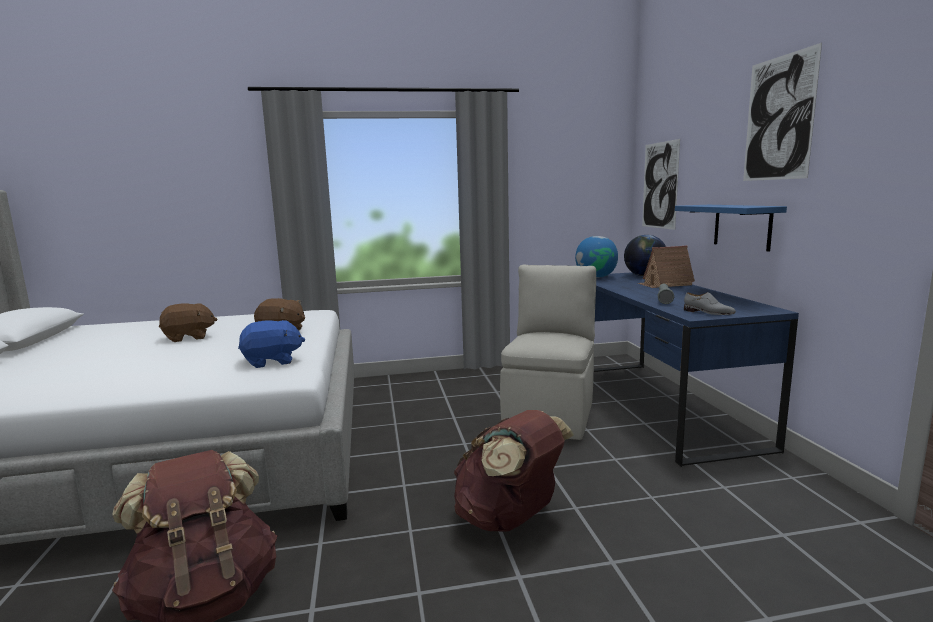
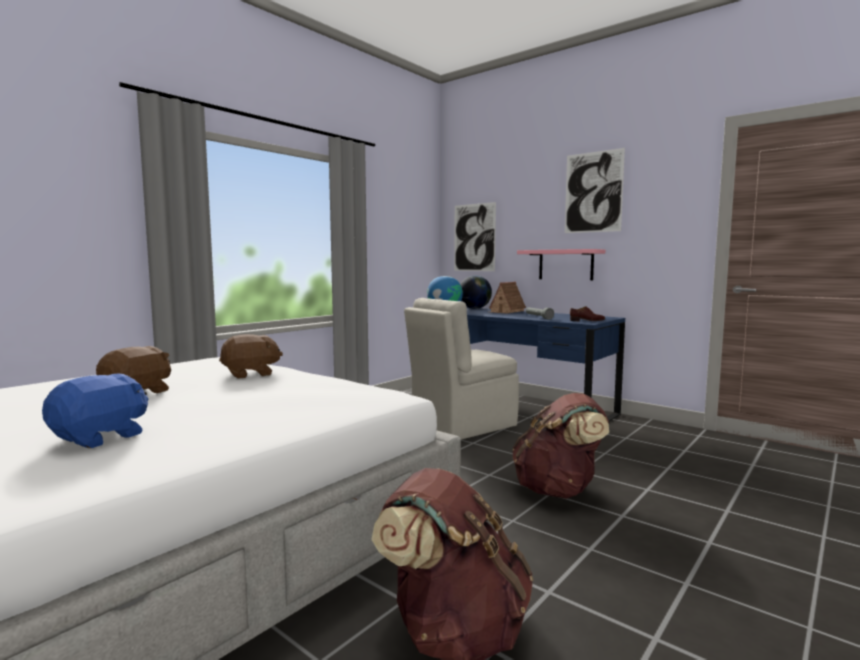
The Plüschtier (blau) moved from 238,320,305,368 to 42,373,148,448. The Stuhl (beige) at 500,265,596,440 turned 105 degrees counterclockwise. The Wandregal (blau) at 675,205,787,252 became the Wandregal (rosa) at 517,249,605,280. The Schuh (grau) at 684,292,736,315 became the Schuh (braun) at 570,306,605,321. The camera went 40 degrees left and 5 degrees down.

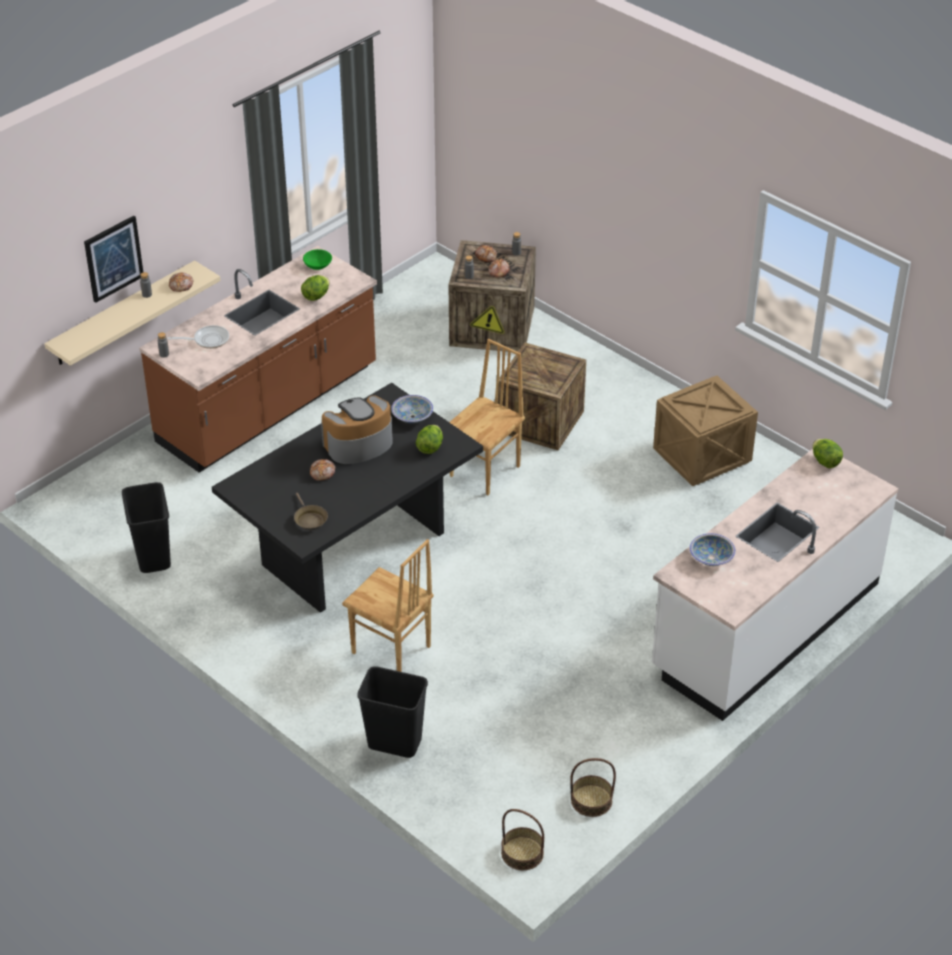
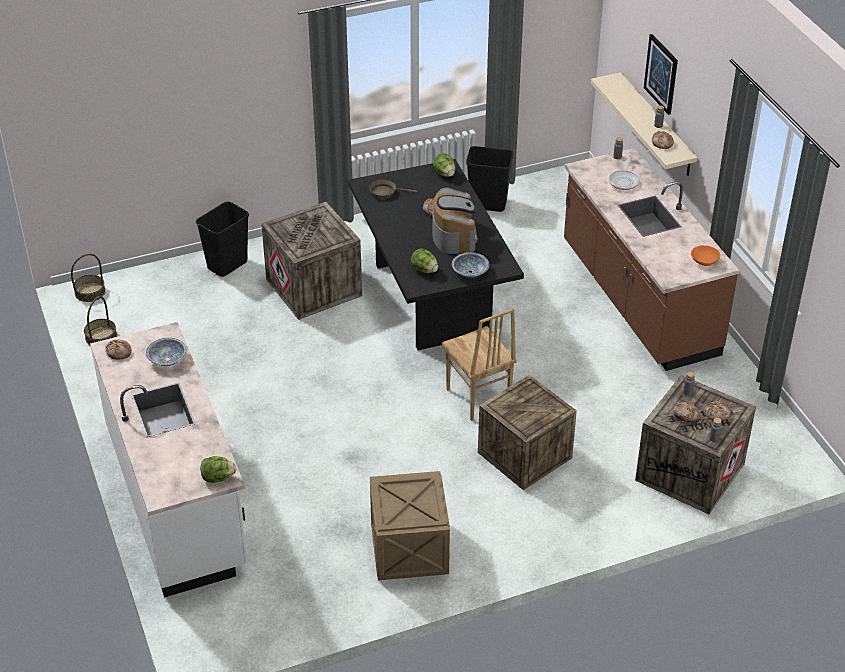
The Salatkopf moved from 301,275,329,301 to 433,153,456,177. The Schüssel (grün) at 303,249,332,270 became the Schüssel (orange) at 691,245,720,266. The Stuhl (braun) at 342,539,434,672 was replaced by the Kiste at 261,202,362,320. The Brot at 106,339,132,360 appeared. The camera went 115 degrees right and 0 degrees up.

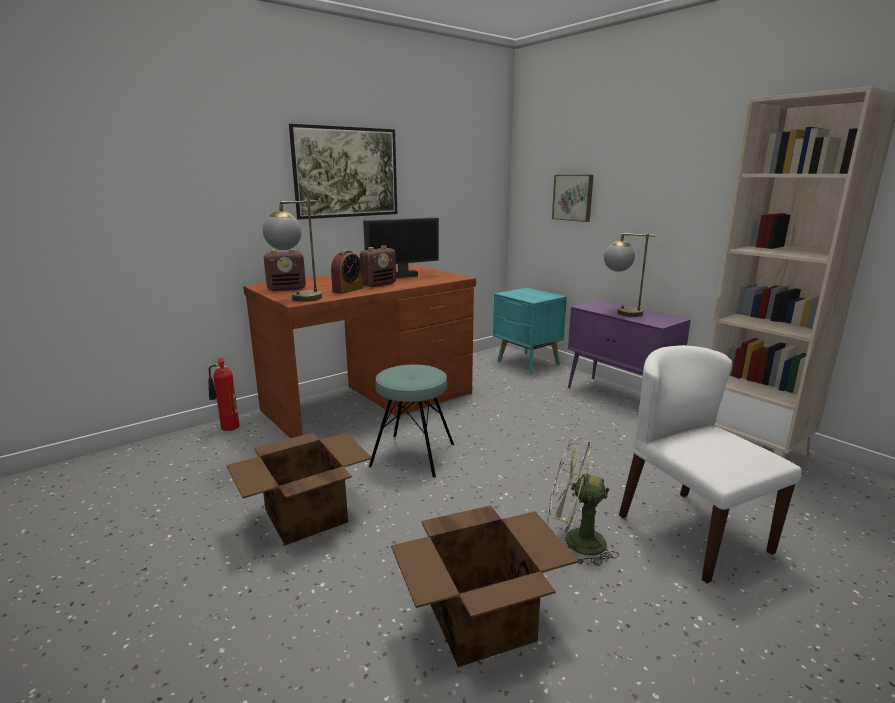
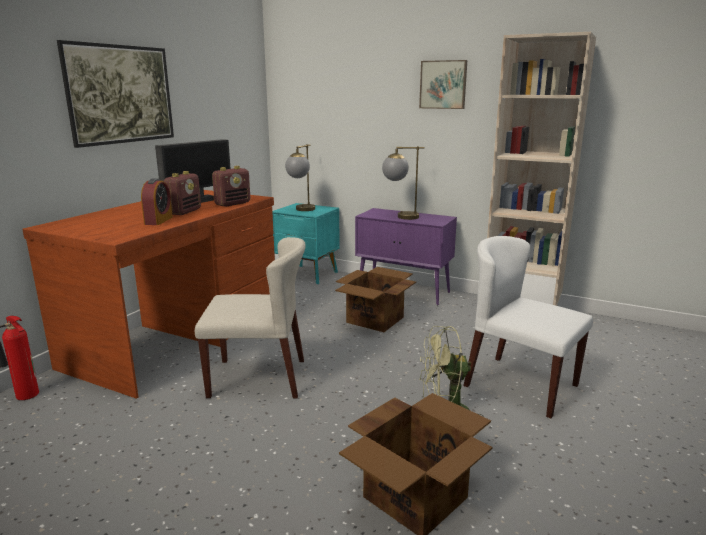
The Karton moved from 227,433,372,545 to 335,267,416,332. The Tischlampe moved from 263,200,322,301 to 285,144,315,211. The Radio moved from 264,249,306,291 to 212,166,250,207. The Hocker (türkis) at 369,365,454,478 was replaced by the Stuhl (beige) at 195,237,306,398. The Bild moved from 552,175,594,222 to 419,60,467,109. The camera went 25 degrees left and 0 degrees up.

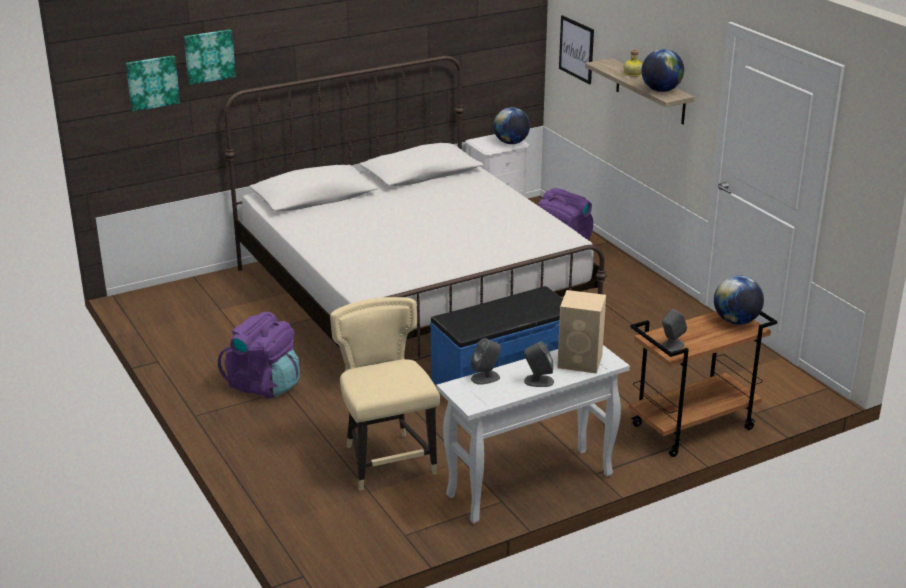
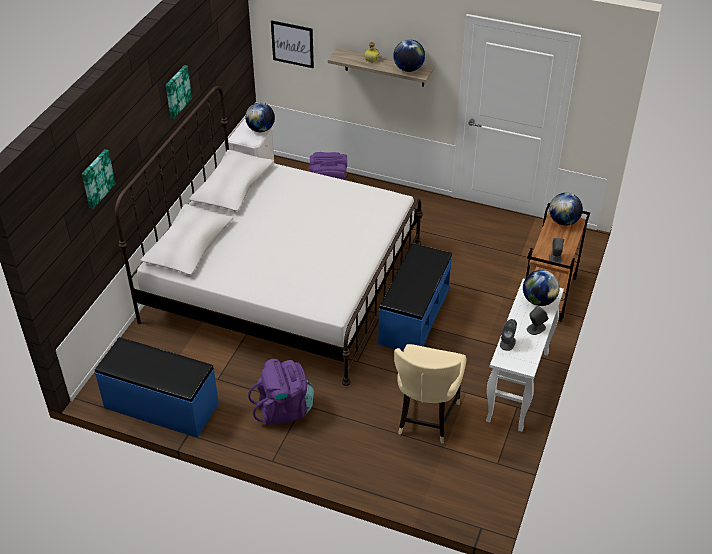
The Bild moved from 126,55,180,112 to 166,65,192,119. The Stuhl (beige) at 330,297,440,491 turned 105 degrees counterclockwise. The Lautsprecher (beige) at 557,290,606,374 was replaced by the Globus at 523,270,560,306. The Bank (blau) at 95,337,219,438 appeared. The camera went 40 degrees left and 15 degrees up.

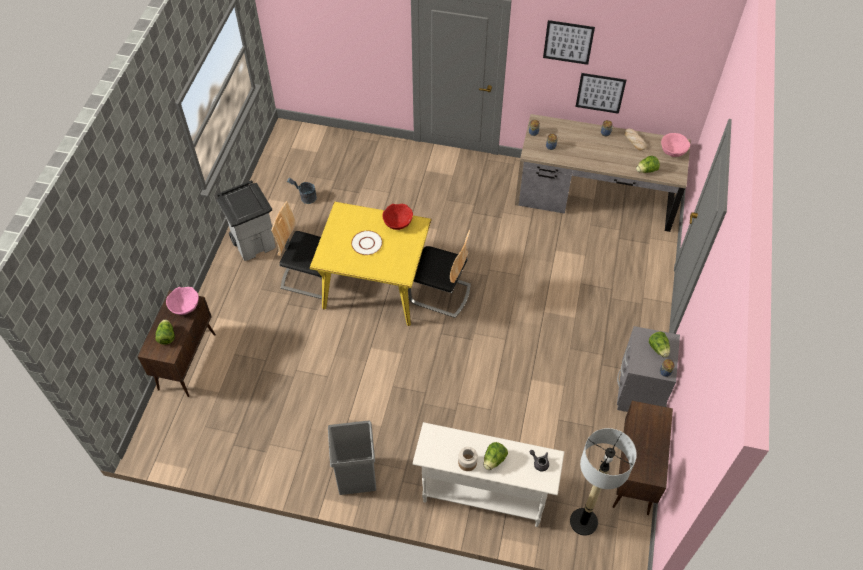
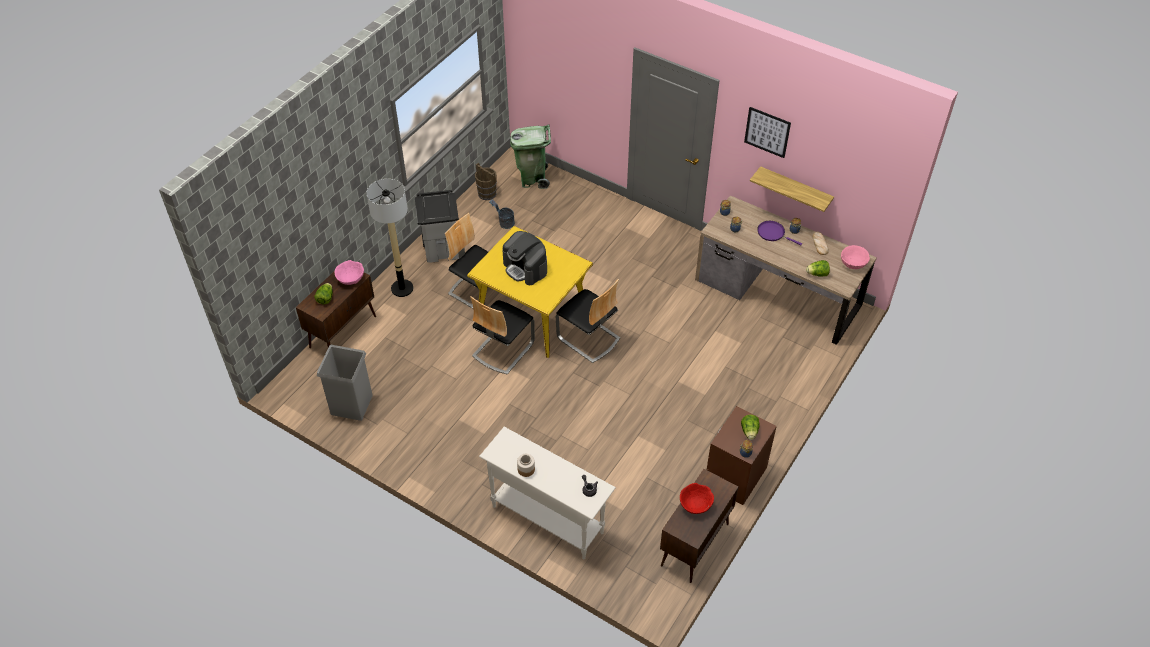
The Mülleimer (grau) moved from 328,421,376,495 to 317,345,373,421. The Teller (weiß) at 351,230,383,255 was replaced by the Kaffeemaschine at 502,231,547,285. The Schüssel (rot) moved from 382,204,413,230 to 680,483,714,514. The Salatkopf at 484,442,508,470 disappeared. The Stehlampe moved from 570,428,637,536 to 366,179,413,297. The Bild at 576,73,626,114 was replaced by the Wandregal at 750,166,834,212. The Nachttisch (grau) at 617,326,680,412 became the Nachttisch (braun) at 707,406,777,505. The Stuhl at 470,296,535,374 appeared. The Eimer (braun) at 475,162,497,200 appeared. The Mülleimer (grün) at 510,124,551,189 appeared. The Pfanne (lila) at 757,221,802,245 appeared. The camera went 20 degrees right and 5 degrees down.

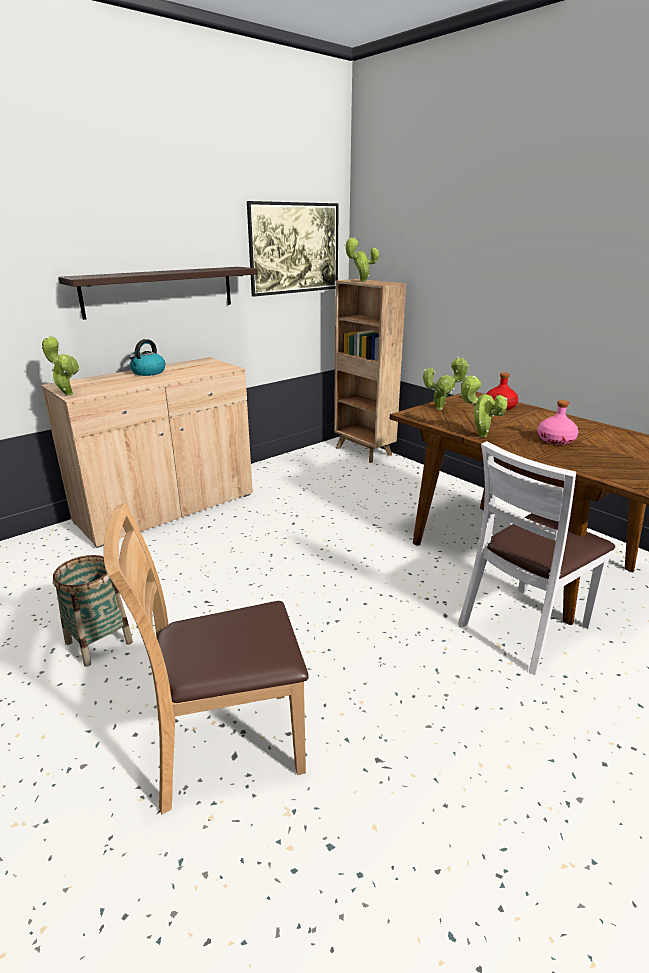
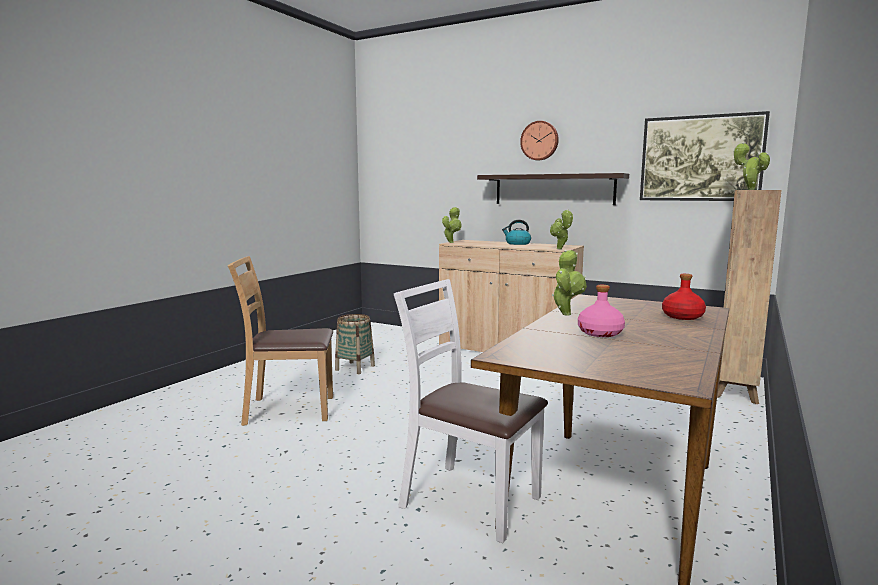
The Stuhl (braun) at 103,503,309,814 turned 60 degrees counterclockwise. The Topfpflanze moved from 423,357,470,410 to 550,209,573,249. The Wanduhr at 520,121,559,160 appeared. The camera went 70 degrees right and 15 degrees down.

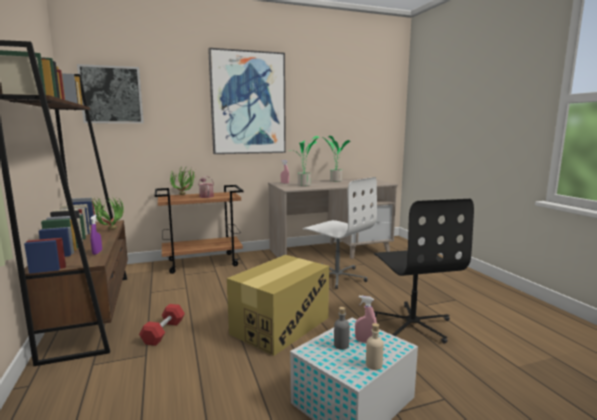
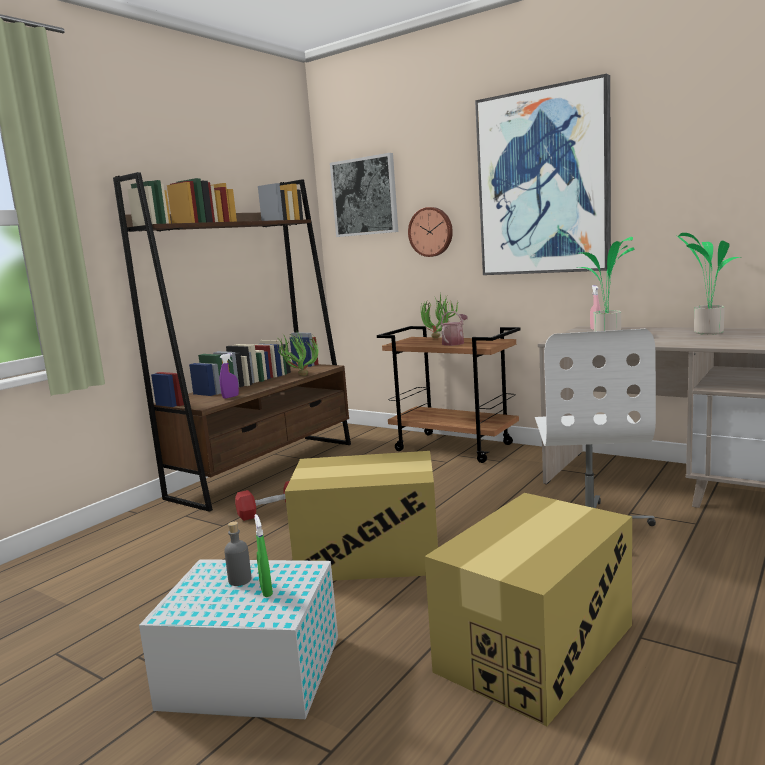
The Sprühflasche (rosa) at 355,296,377,343 became the Sprühflasche (grün) at 254,514,273,597. The Flasche (beige) at 366,323,384,370 disappeared. The Bürostuhl (schwarz) at 374,199,474,344 was replaced by the Karton at 425,493,632,726. The Wanduhr at 408,207,453,257 appeared. The camera went 55 degrees right and 0 degrees up.

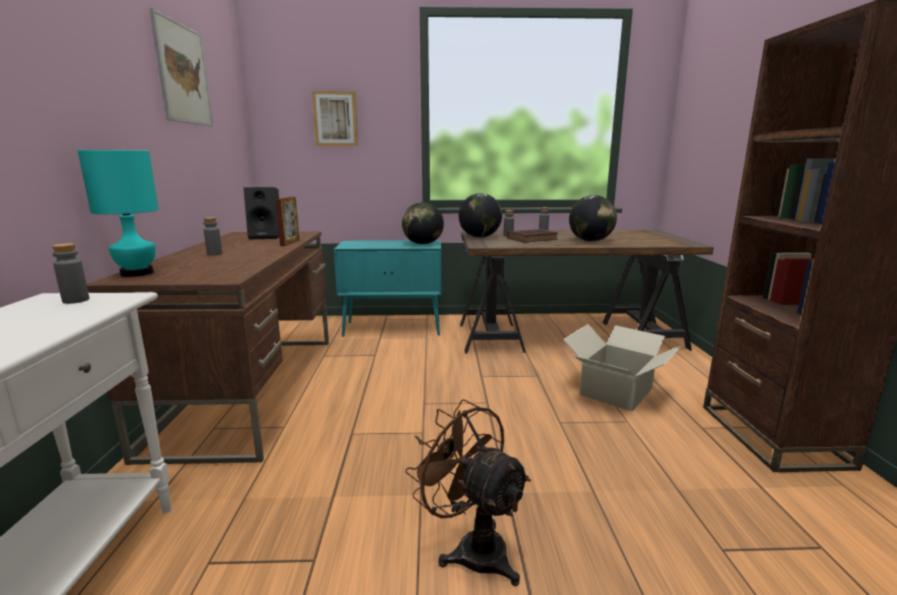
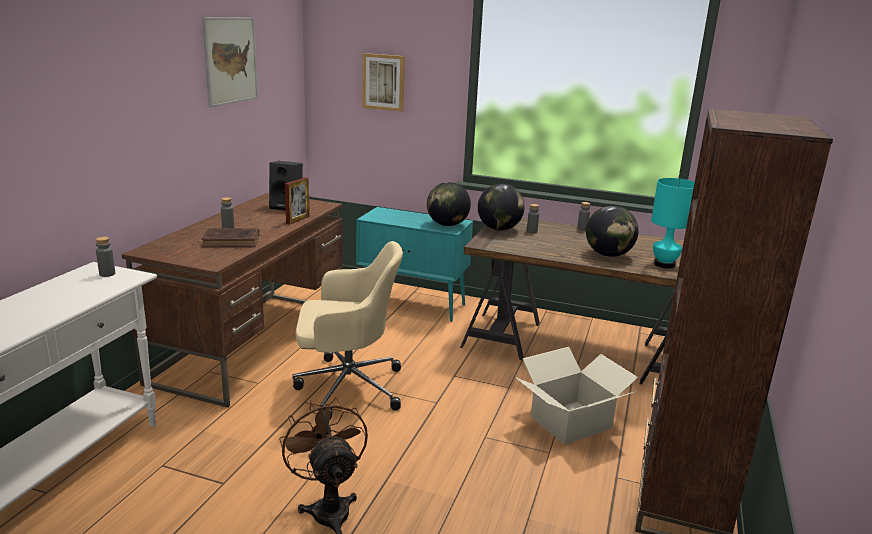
The Tischlampe (türkis) moved from 78,150,159,277 to 651,178,695,269. The Buch (braun) moved from 507,229,558,243 to 201,228,259,247. The Bürostuhl (beige) at 293,241,403,419 appeared. The camera went 20 degrees right and 5 degrees up.

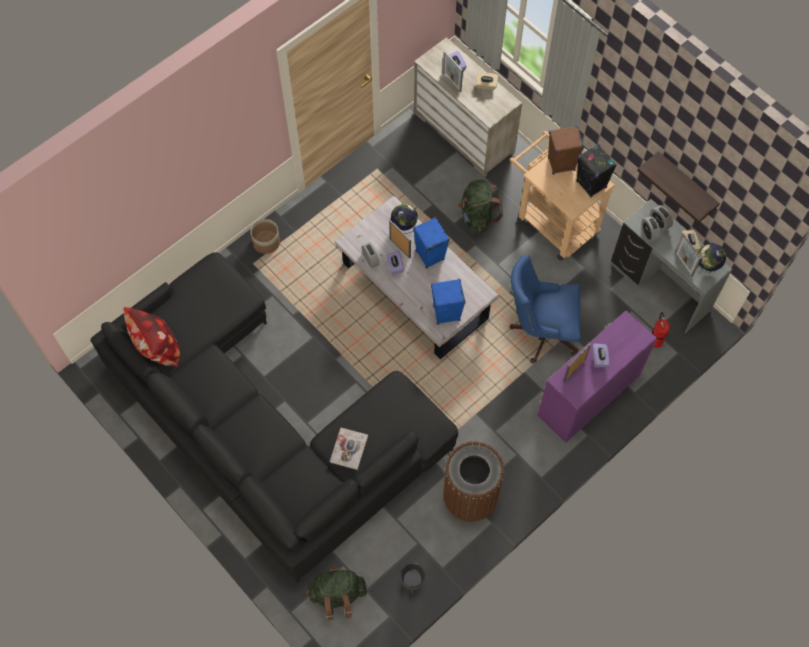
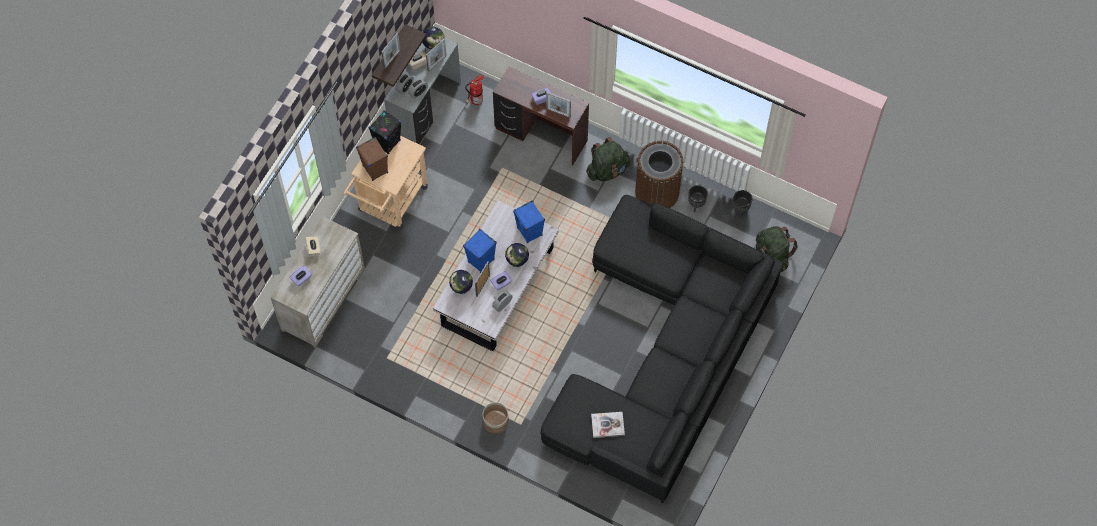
The Kissen at 124,307,181,366 disappeared. The Buch moved from 330,428,368,470 to 591,412,625,438. The Bilderrahmen moved from 443,51,463,92 to 381,33,400,69. The Rucksack (grün) moved from 458,180,504,234 to 586,137,630,182. The Bürostuhl (blau) at 509,255,581,363 disappeared. The Schreibtisch (lila) at 537,310,657,443 became the Schreibtisch (braun) at 493,67,589,166. The Globus at 505,243,529,267 appeared. The Pflanzkübel (schwarz) at 688,185,708,212 appeared. The camera went 110 degrees left and 0 degrees up.

